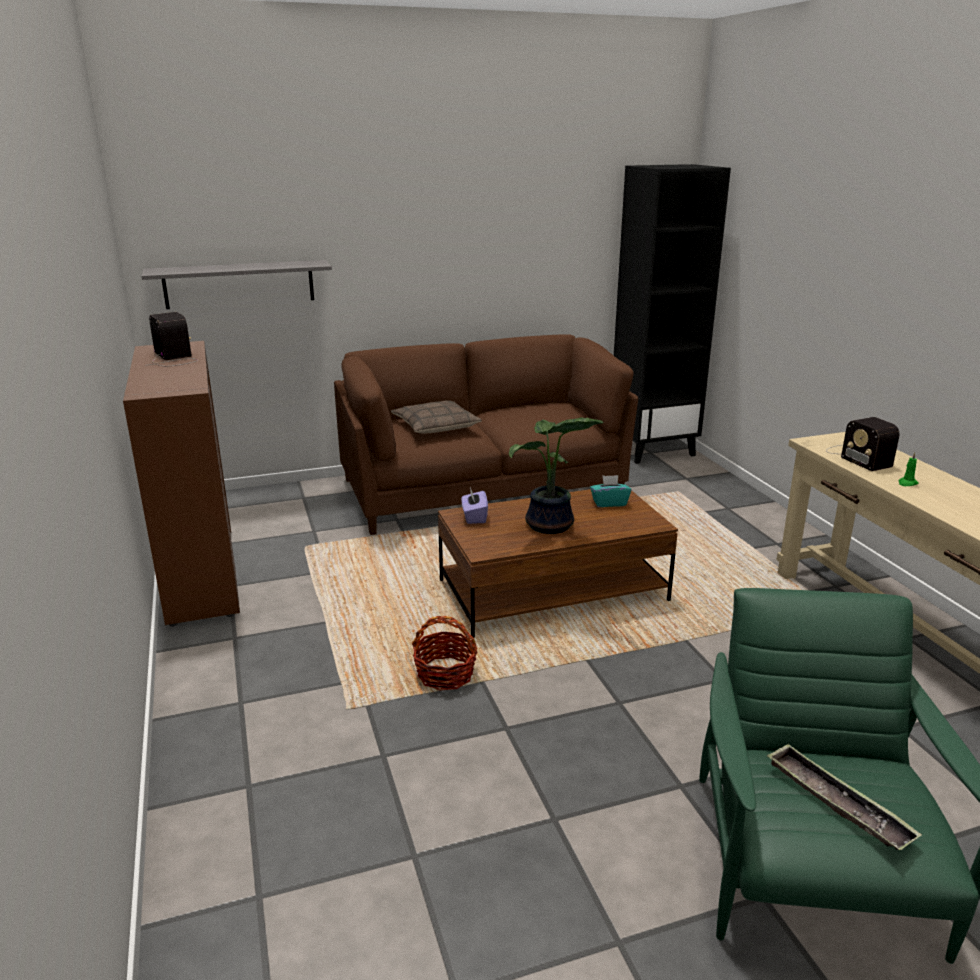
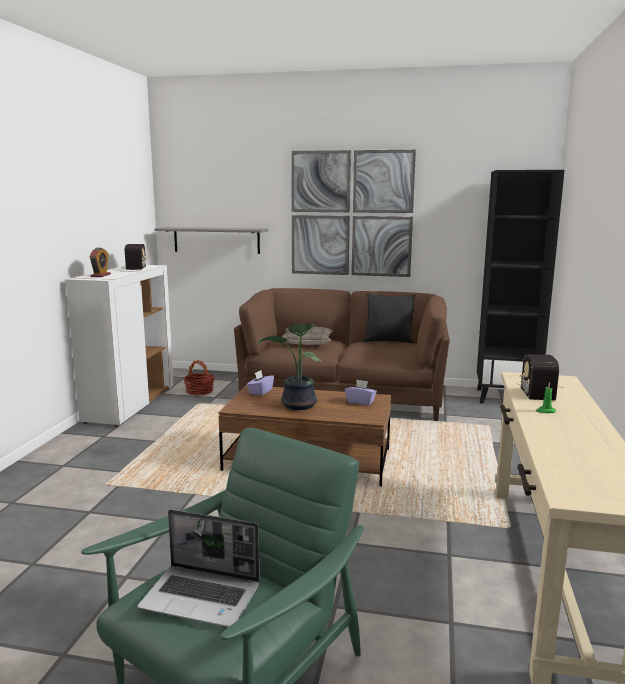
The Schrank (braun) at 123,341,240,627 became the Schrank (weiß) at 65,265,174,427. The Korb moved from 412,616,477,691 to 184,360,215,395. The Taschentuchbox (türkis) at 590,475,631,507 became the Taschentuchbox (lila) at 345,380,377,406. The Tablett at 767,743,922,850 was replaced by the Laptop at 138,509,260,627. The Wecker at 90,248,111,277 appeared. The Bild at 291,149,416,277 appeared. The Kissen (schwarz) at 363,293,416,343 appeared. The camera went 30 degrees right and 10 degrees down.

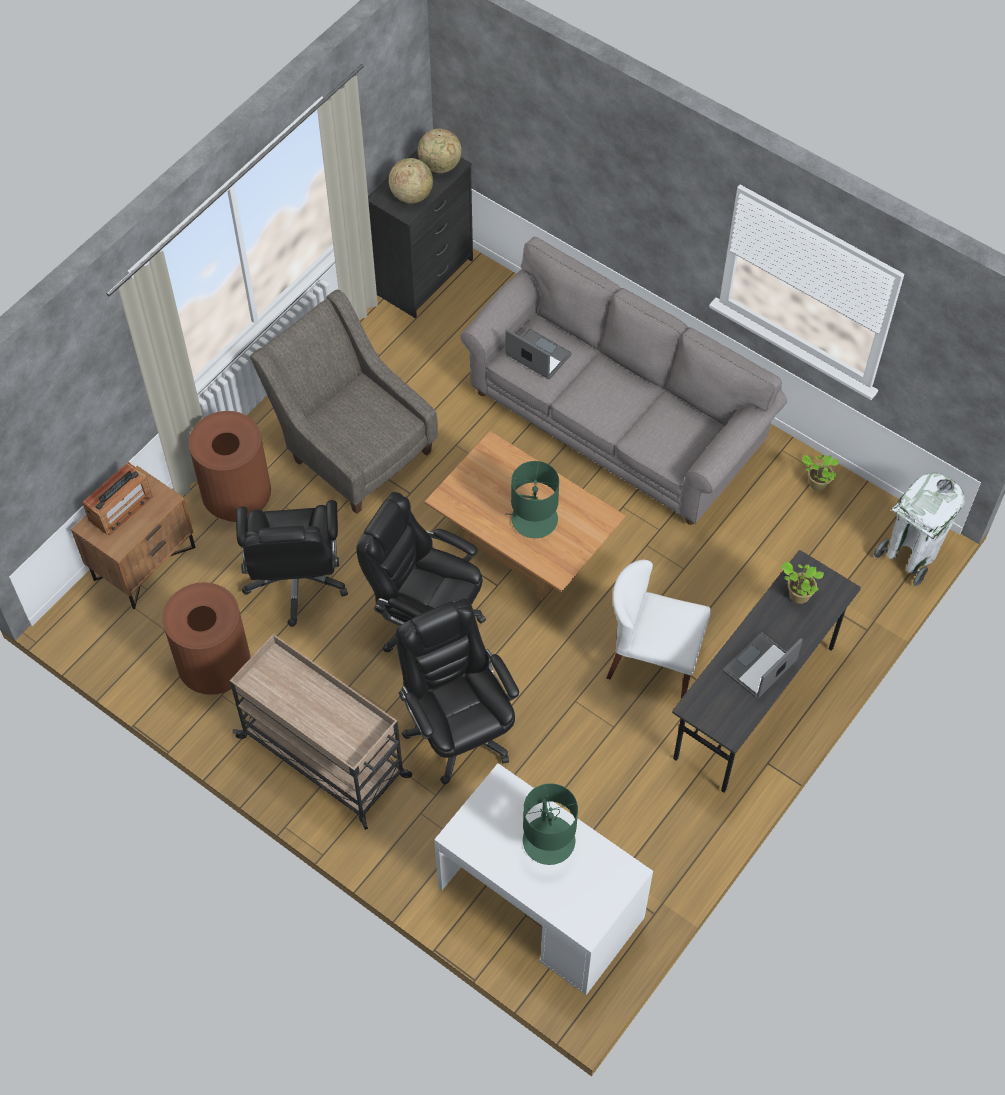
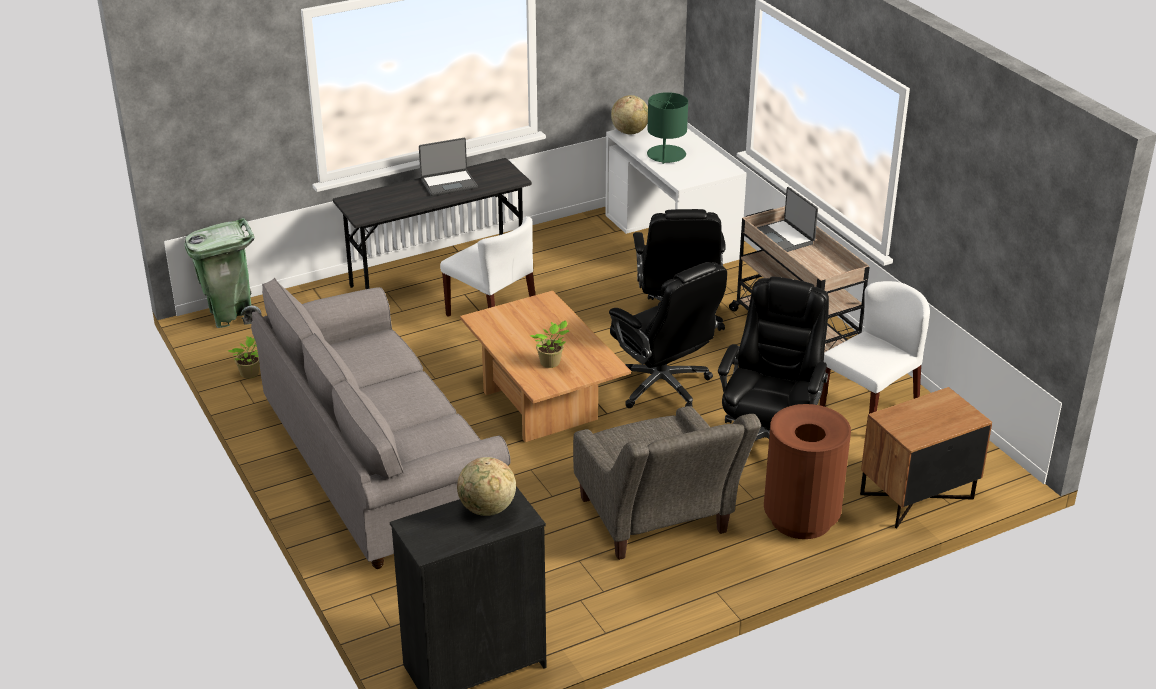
The Radio at 82,462,153,535 disappeared. The Mülleimer (braun) at 162,582,251,695 was replaced by the Stuhl (weiß) at 820,281,930,414. The Globus moved from 418,129,462,173 to 611,95,648,134. The Tischlampe (grün) at 505,461,559,538 disappeared. The Laptop moved from 506,328,571,379 to 757,187,818,252. The Topfpflanze moved from 781,562,824,604 to 530,320,569,368. The Mülleimer (weiß) at 874,473,965,587 became the Mülleimer (grün) at 185,218,261,328. The camera went 155 degrees left and 25 degrees down.

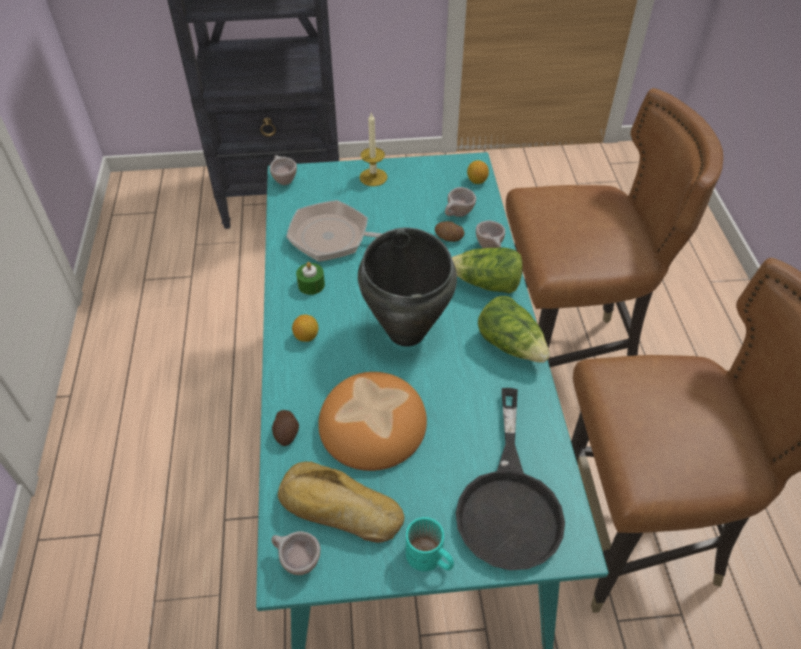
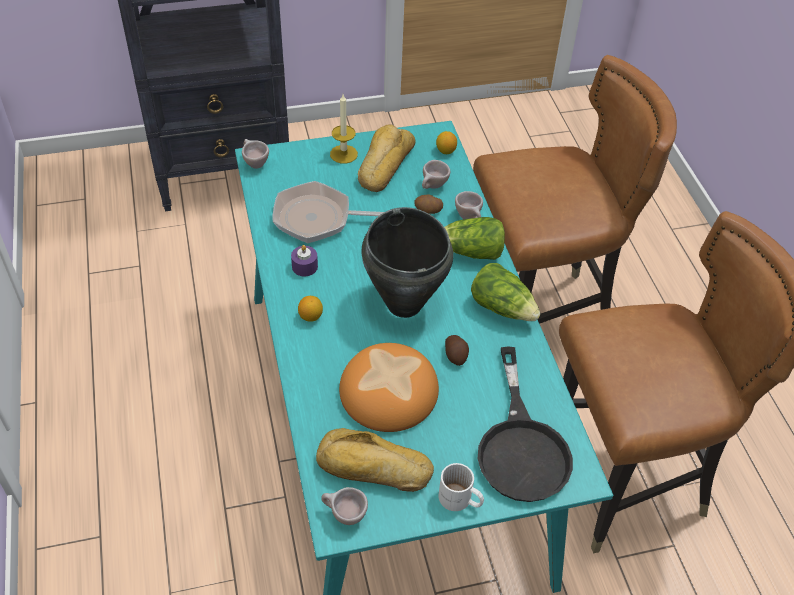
The Kartoffel moved from 272,410,299,446 to 445,335,469,366. The Kerze (grün) at 296,262,325,295 became the Kerze (lila) at 291,245,318,276. The Henkelbecher (türkis) at 406,517,454,571 became the Henkelbecher (weiß) at 439,463,484,511. The Brot at 358,124,416,192 appeared. The camera went 10 degrees left and 0 degrees up.

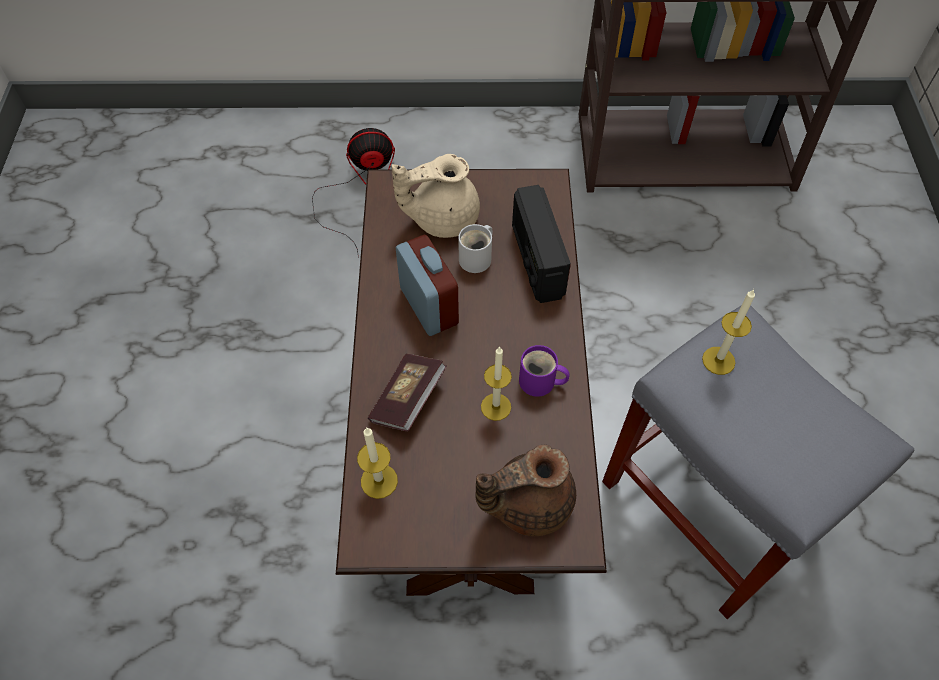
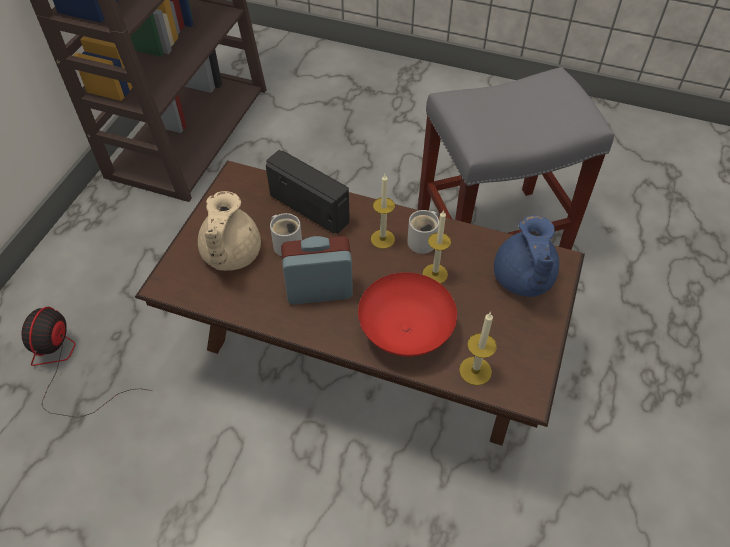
The Buch at 368,354,446,432 was replaced by the Schüssel (rot) at 358,272,457,357. The Teekanne (braun) at 475,445,576,536 became the Teekanne (blau) at 494,215,559,297. The Radio at 512,185,571,303 turned 150 degrees counterclockwise. The Henkelbecher (lila) at 519,345,570,397 became the Henkelbecher (weiß) at 407,210,439,254. The Kerze moved from 702,289,755,375 to 371,174,395,249. The camera went 70 degrees left and 5 degrees down.

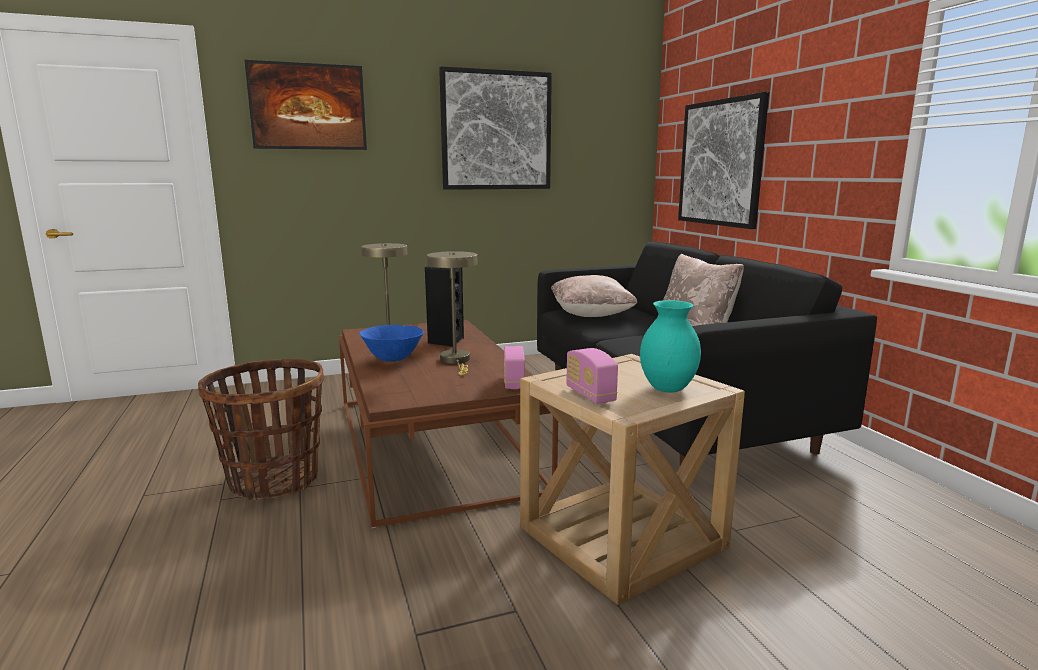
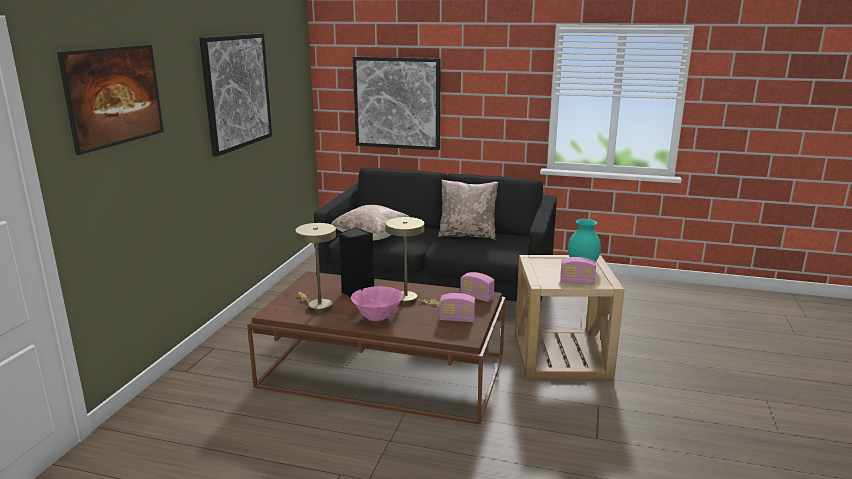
The Korb at 198,359,324,500 disappeared. The Schüssel (blau) at 359,325,424,362 became the Schüssel (rosa) at 351,286,403,321. The Radio at 439,293,475,322 appeared. The camera went 55 degrees left and 5 degrees up.

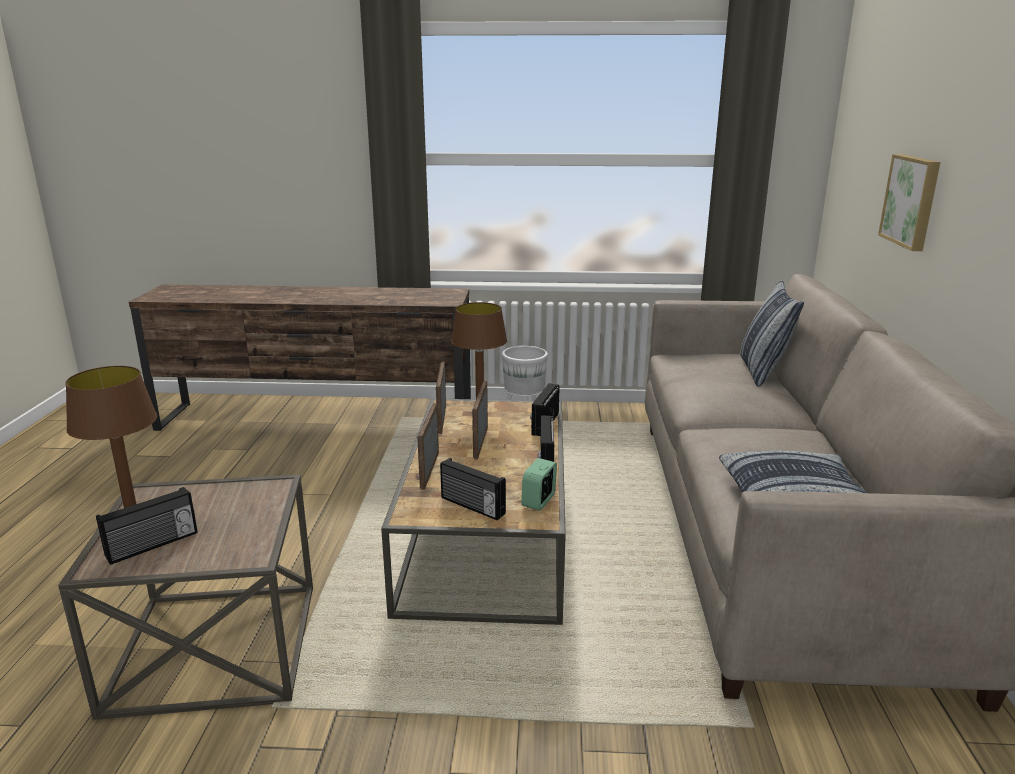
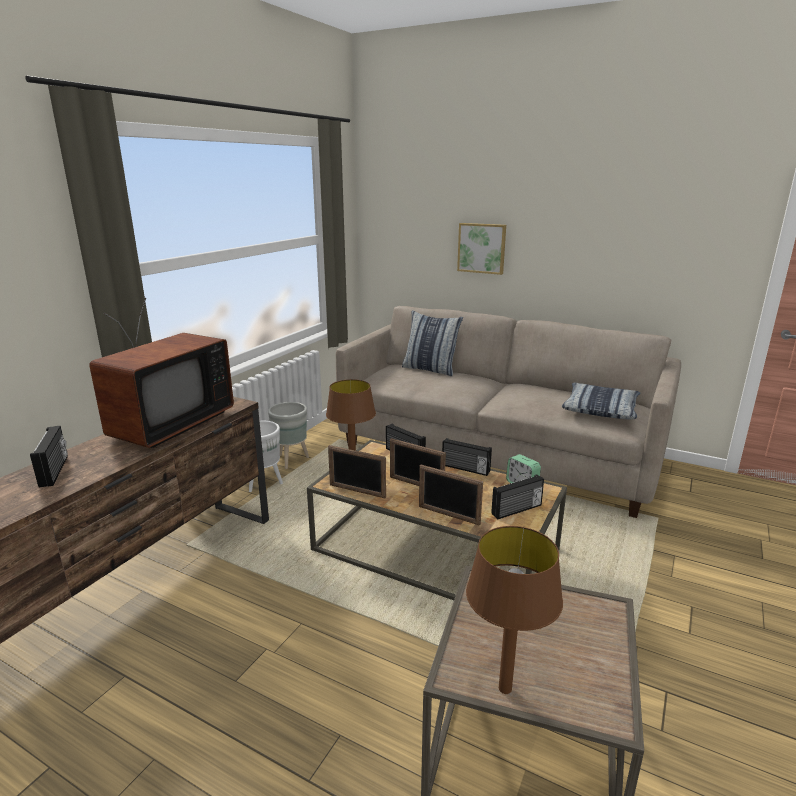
The Radio moved from 96,487,198,565 to 30,426,68,487. The Fernseher at 89,298,234,448 appeared. The Pflanzkübel (grau) at 268,402,309,469 appeared. The camera went 65 degrees left and 0 degrees up.

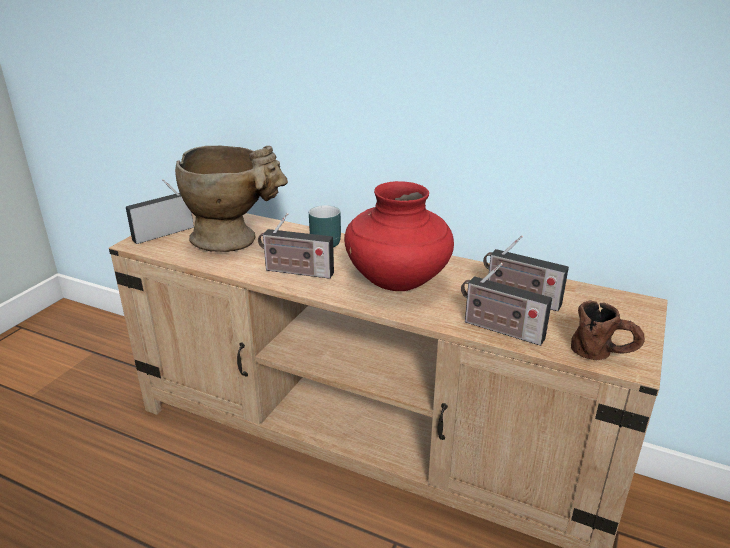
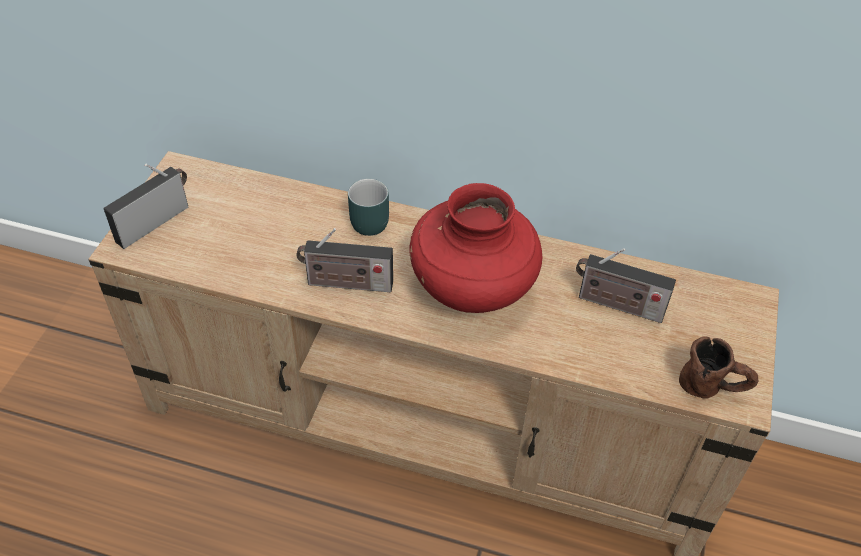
The Vase (beige) at 175,146,288,252 disappeared. The Radio at 461,263,552,346 disappeared. The camera went 10 degrees left and 20 degrees up.

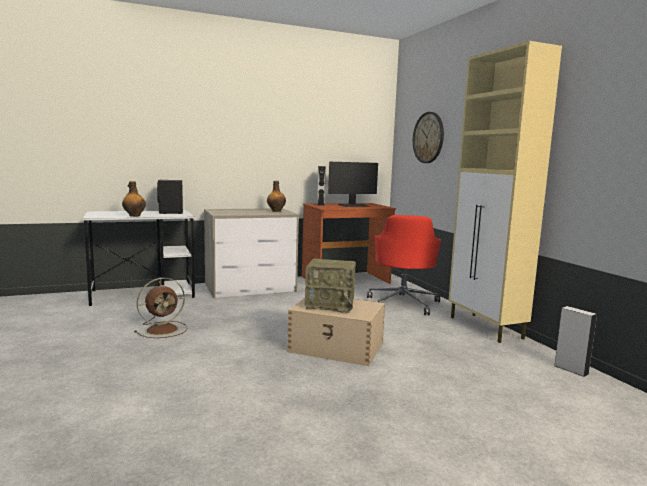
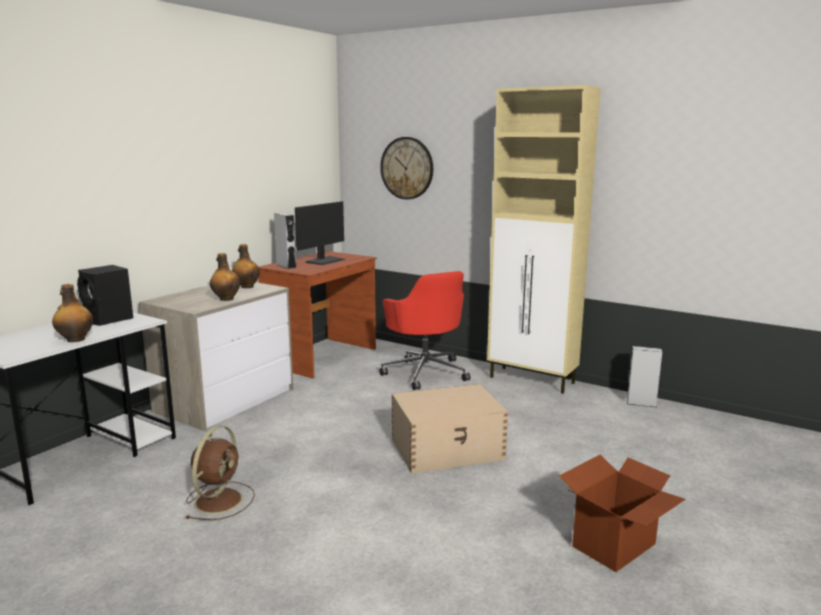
The Radio at 305,259,356,313 disappeared. The Flasche at 210,253,240,301 appeared. The Karton at 559,455,686,572 appeared. The camera went 35 degrees left and 5 degrees up.

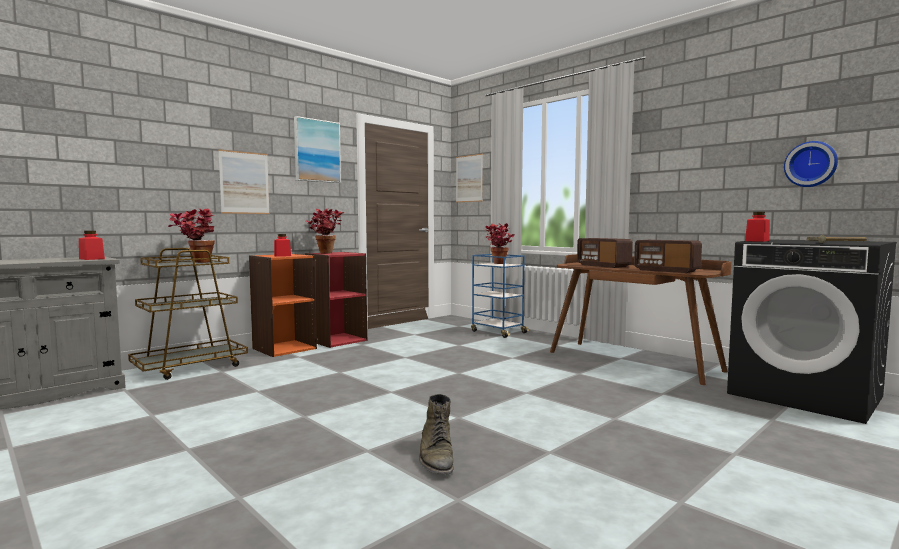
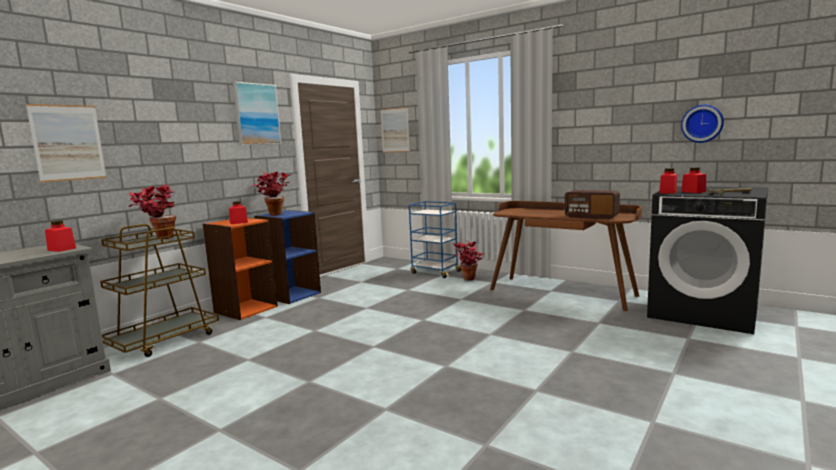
The Bild moved from 218,149,270,214 to 26,104,107,182. The Bücherregal (rot) at 305,252,367,348 became the Bücherregal (blau) at 254,210,321,304. The Stiefel (grün) at 419,394,454,475 disappeared. The Topfpflanze moved from 485,223,514,264 to 453,241,483,280. The Radio at 577,238,633,268 disappeared. The Vorratsglas (rot) at 681,167,706,193 appeared. The camera went 10 degrees left and 5 degrees up.

